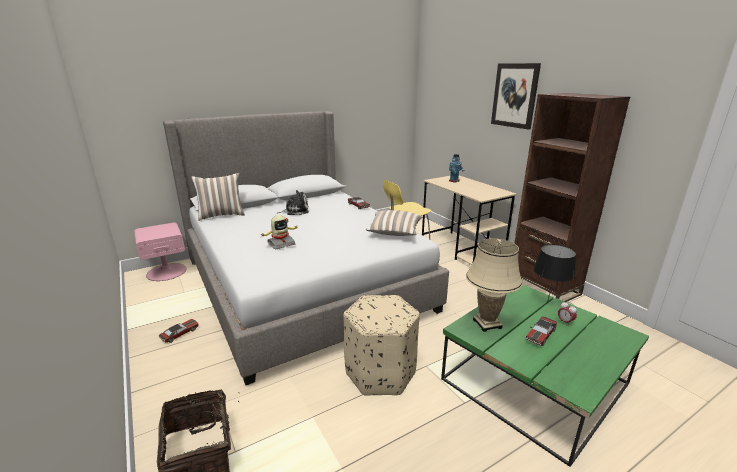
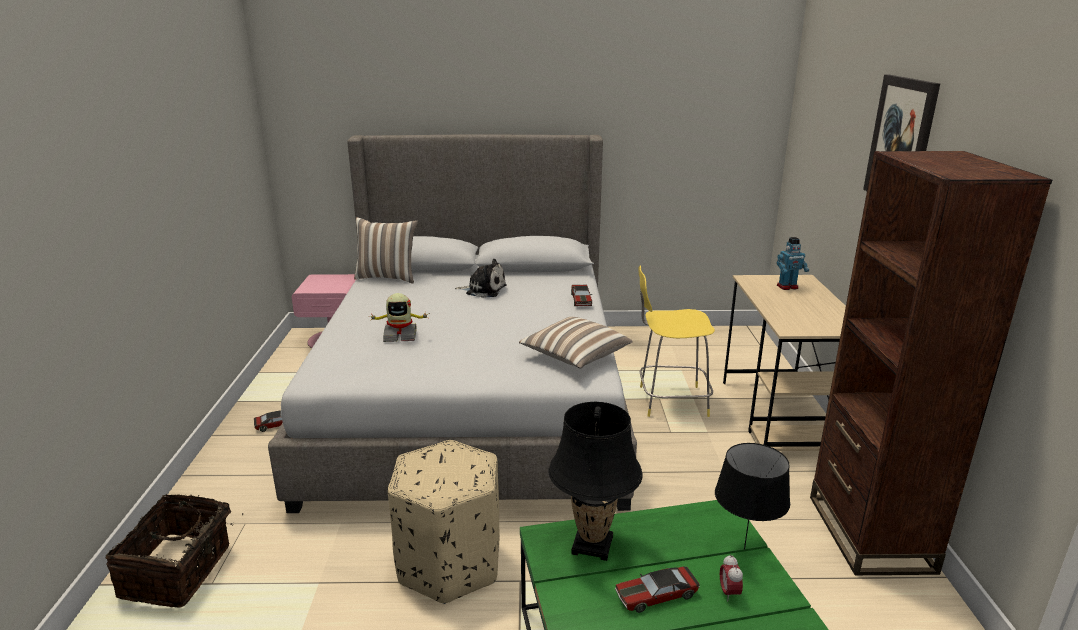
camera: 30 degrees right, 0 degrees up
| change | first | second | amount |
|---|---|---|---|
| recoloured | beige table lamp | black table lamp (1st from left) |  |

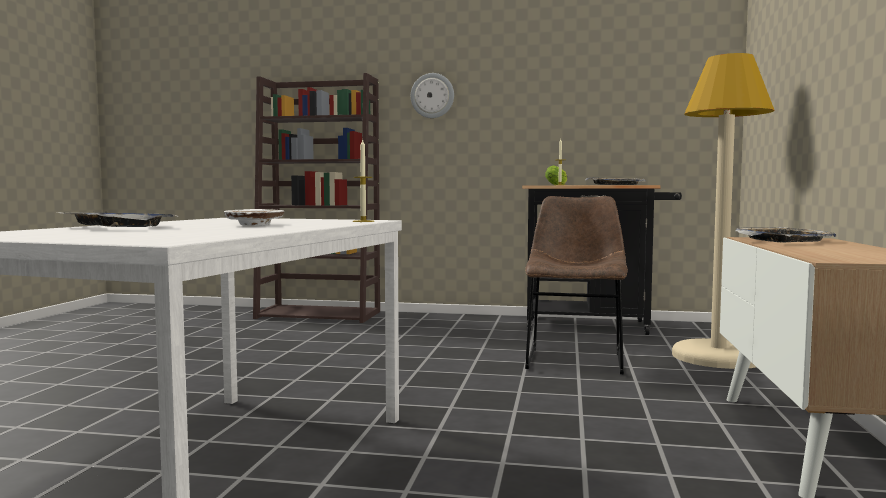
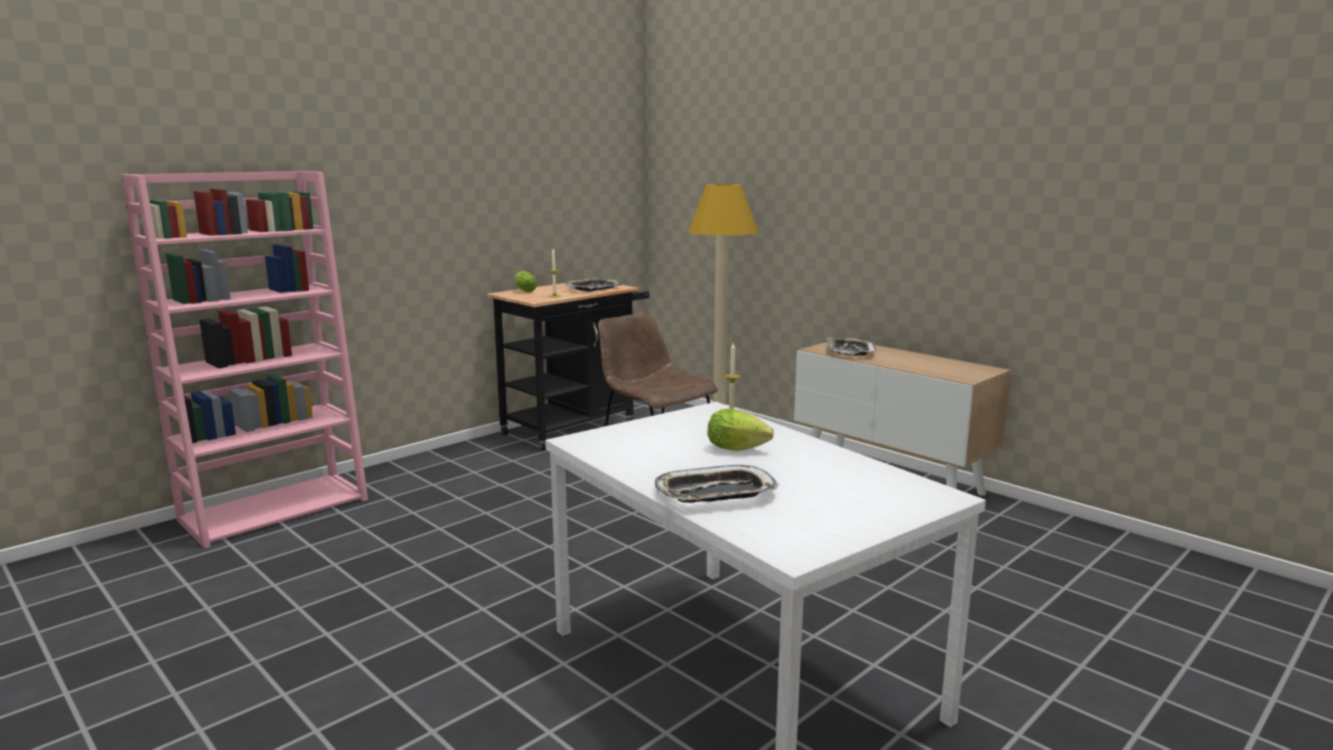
camera: 55 degrees left, 10 degrees up
| change | first | second | amount |
|---|---|---|---|
| replaced | white plate | lettuce (2nd from left) |  |
| recoloured | brown bookcase | pink bookcase |  |
| removed | wall clock |  |  |

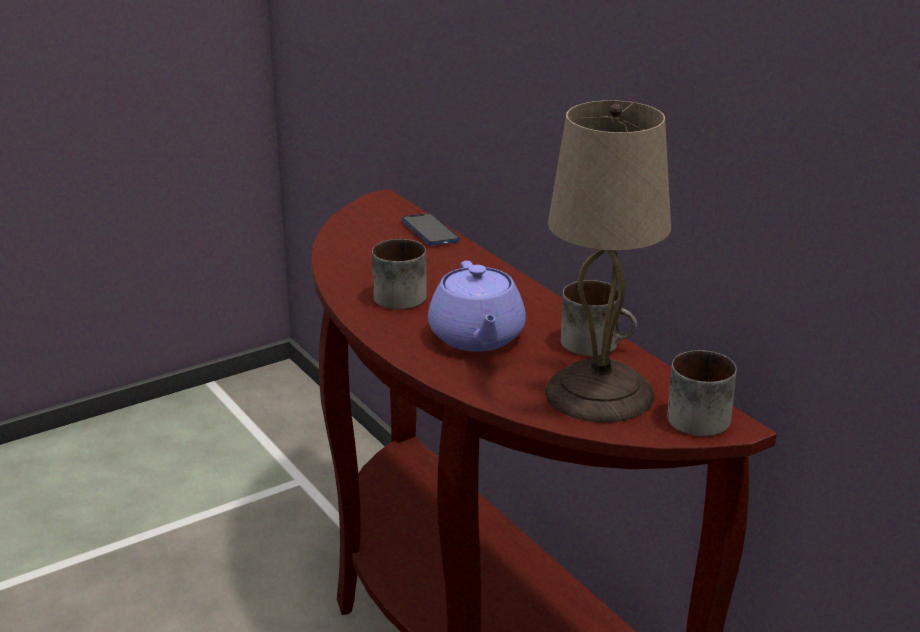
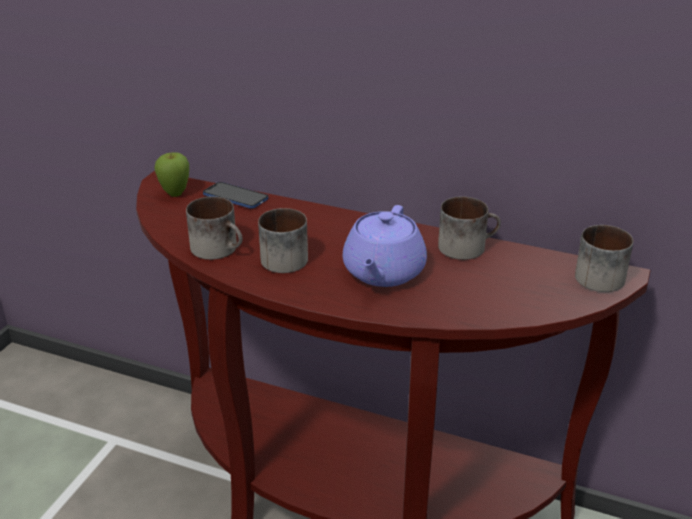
camera: 35 degrees left, 5 degrees up
| change | first | second | amount |
|---|---|---|---|
| turned | purple teapot |  | 60 degrees clockwise |
| removed | beige table lamp |  |  |
| added |  | apple |  |
| added |  | mug (1st from left) |  |

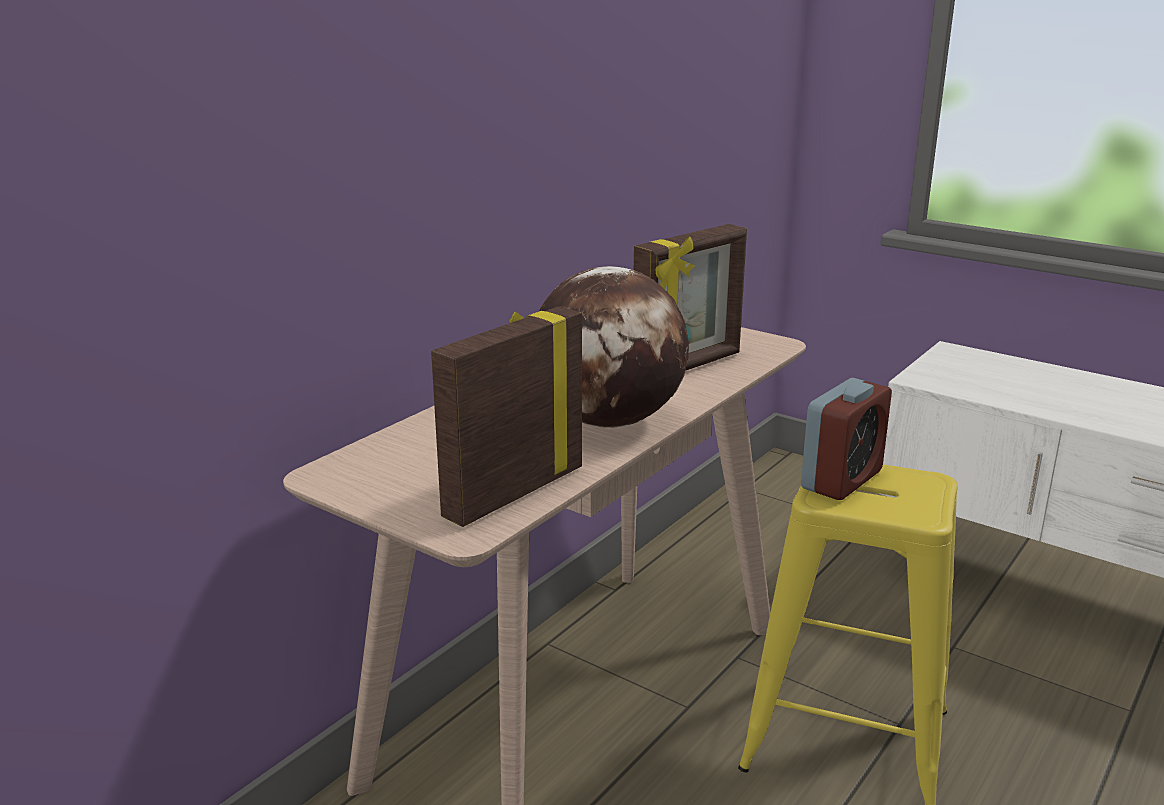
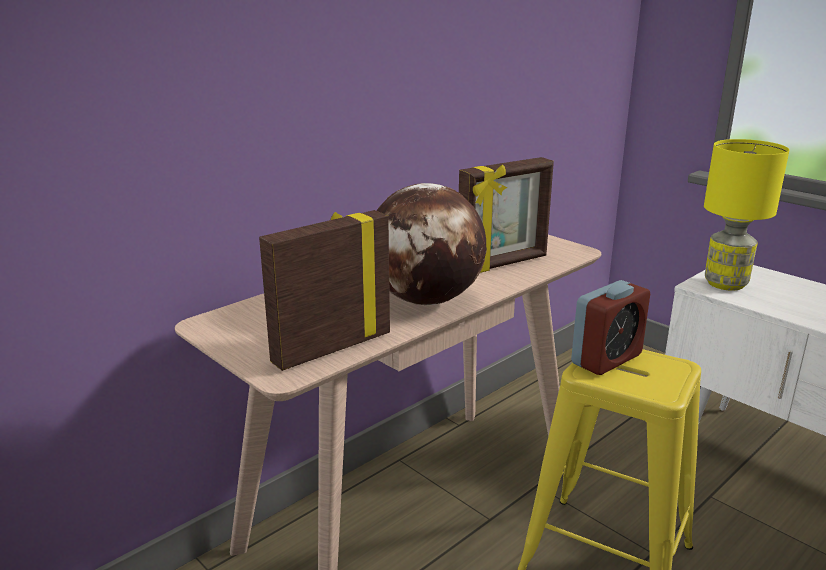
camera: 10 degrees right, 0 degrees up
| change | first | second | amount |
|---|---|---|---|
| added |  | yellow table lamp |  |

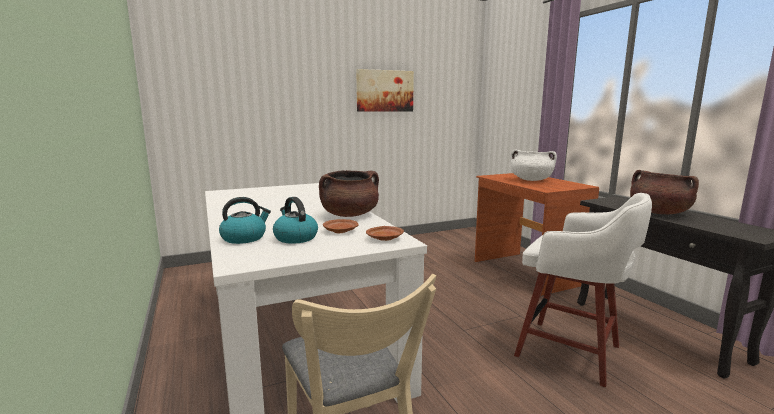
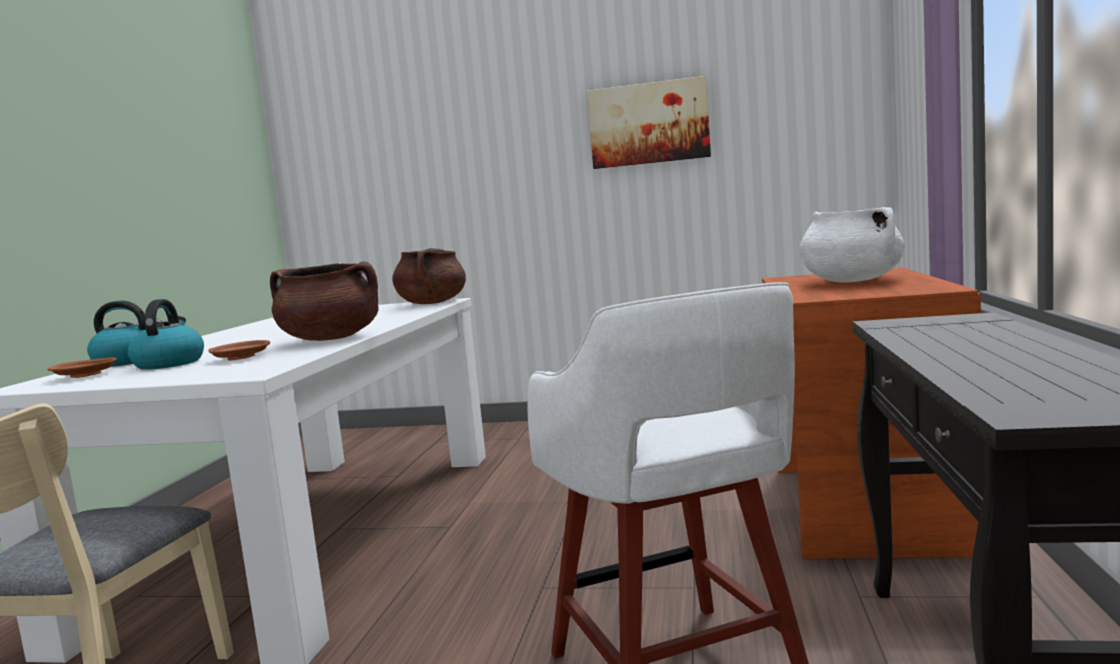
camera: 35 degrees right, 5 degrees down
| change | first | second | amount |
|---|---|---|---|
| moved | brown plate (2nd from left in the first image) | brown plate (1st from left) |  |
| moved | brown cooking pot (2nd from left) |  |  |

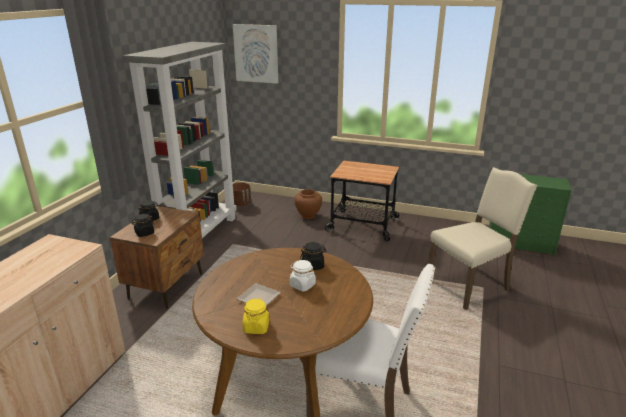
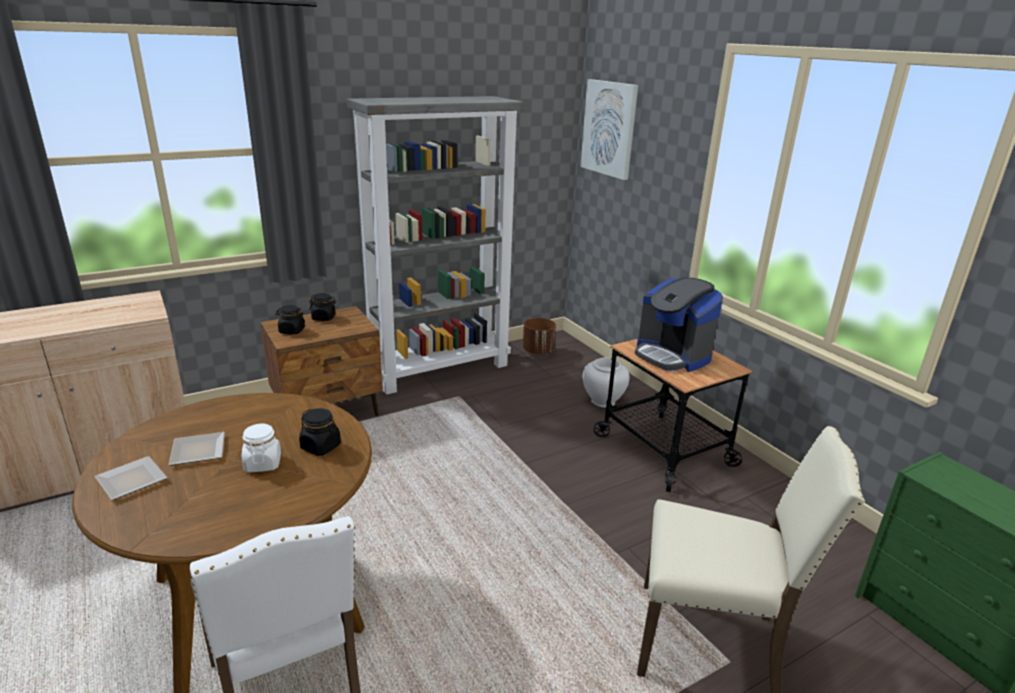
camera: 40 degrees right, 0 degrees up
| change | first | second | amount |
|---|---|---|---|
| replaced | yellow jar | plate (1st from left) |  |
| recoloured | brown vase | white vase |  |
| added |  | coffee machine |  |

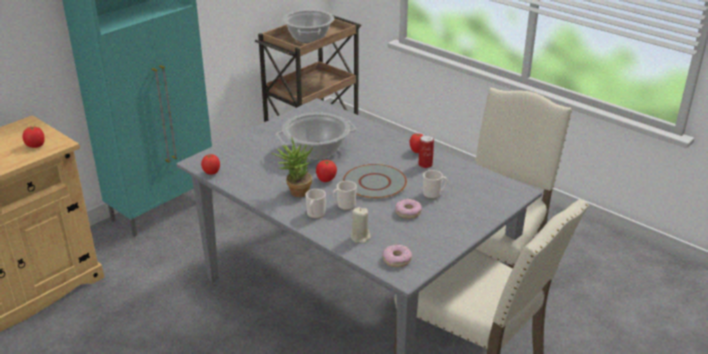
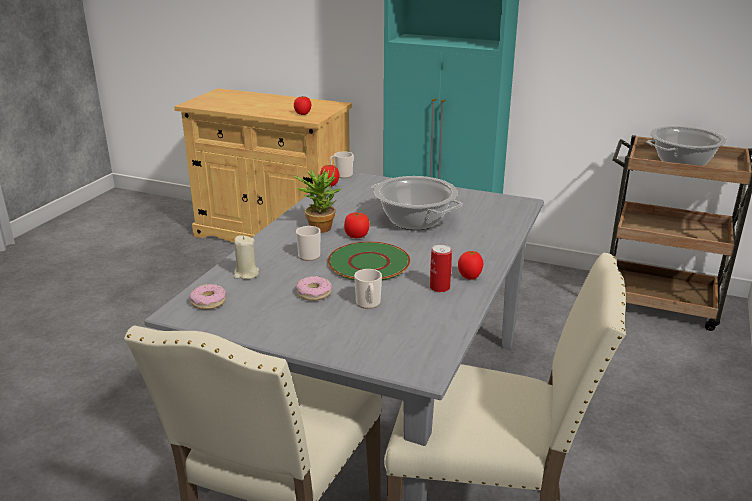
camera: 70 degrees right, 5 degrees down
| change | first | second | amount |
|---|---|---|---|
| moved | mug (1st from left in the first image) | mug (2nd from left) |  |
| recoloured | grey plate | green plate |  |

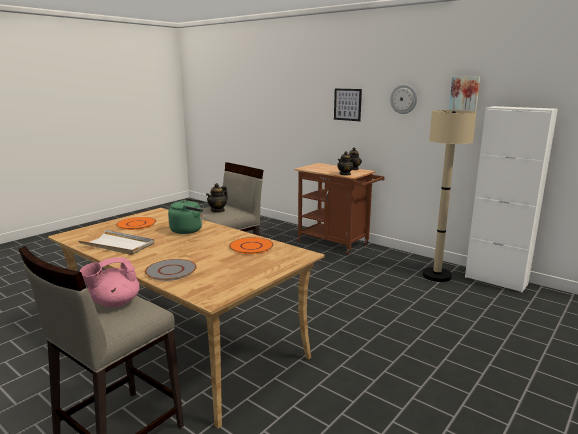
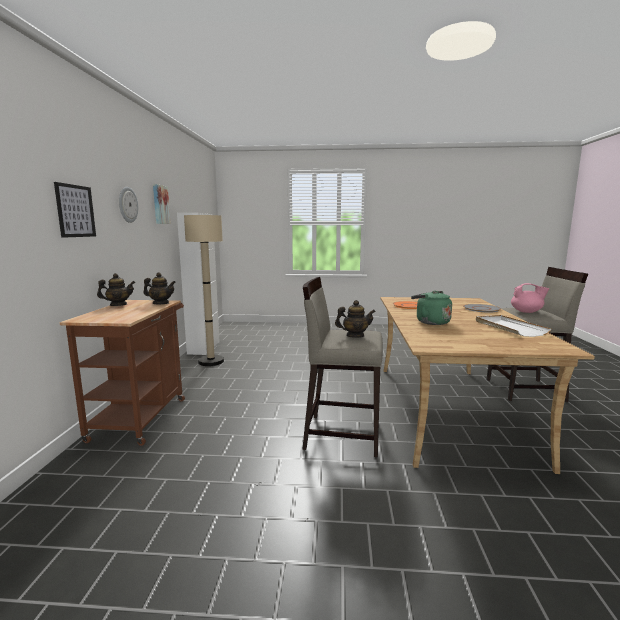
camera: 125 degrees left, 5 degrees down
| change | first | second | amount |
|---|---|---|---|
| removed | orange plate (1st from left) |  |  |

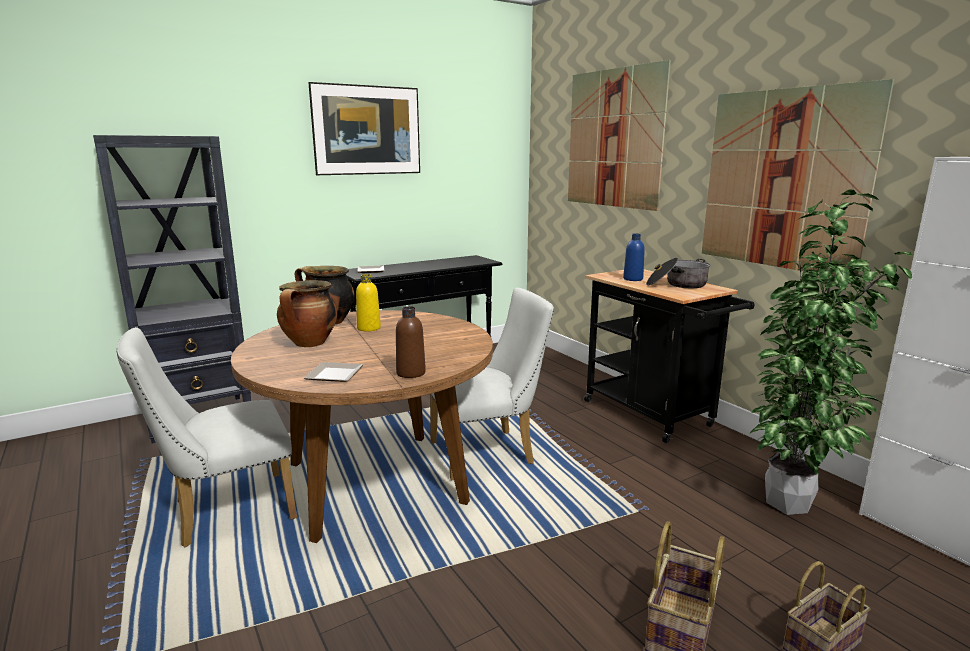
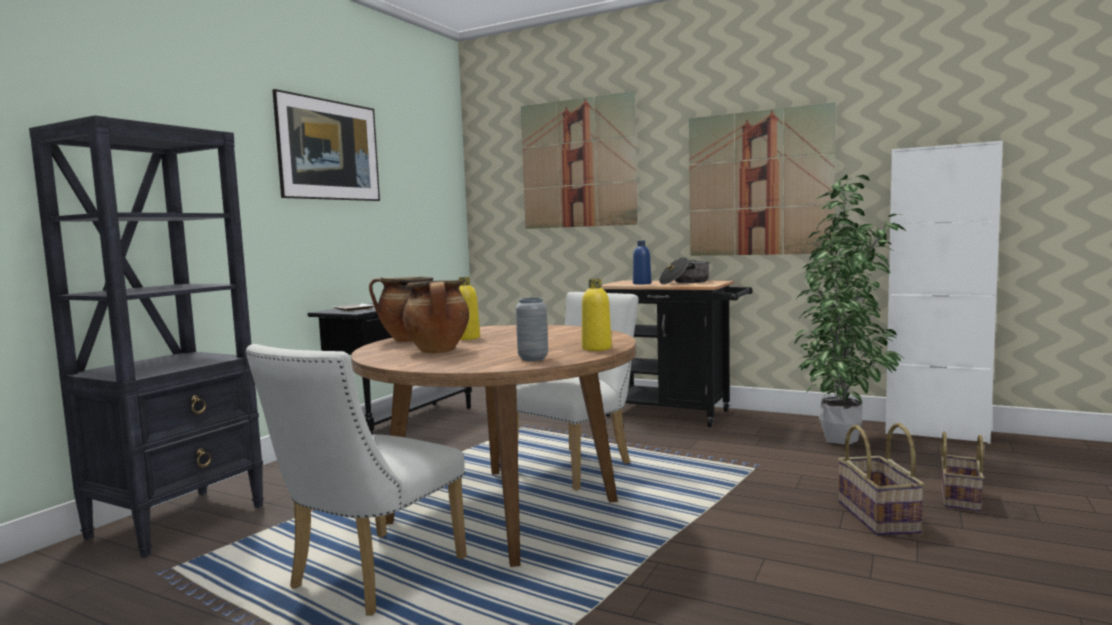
camera: 30 degrees left, 10 degrees down
| change | first | second | amount |
|---|---|---|---|
| replaced | plate (1st from left) | grey vase |  |
| recoloured | brown bottle | yellow bottle (2nd from left) |  |

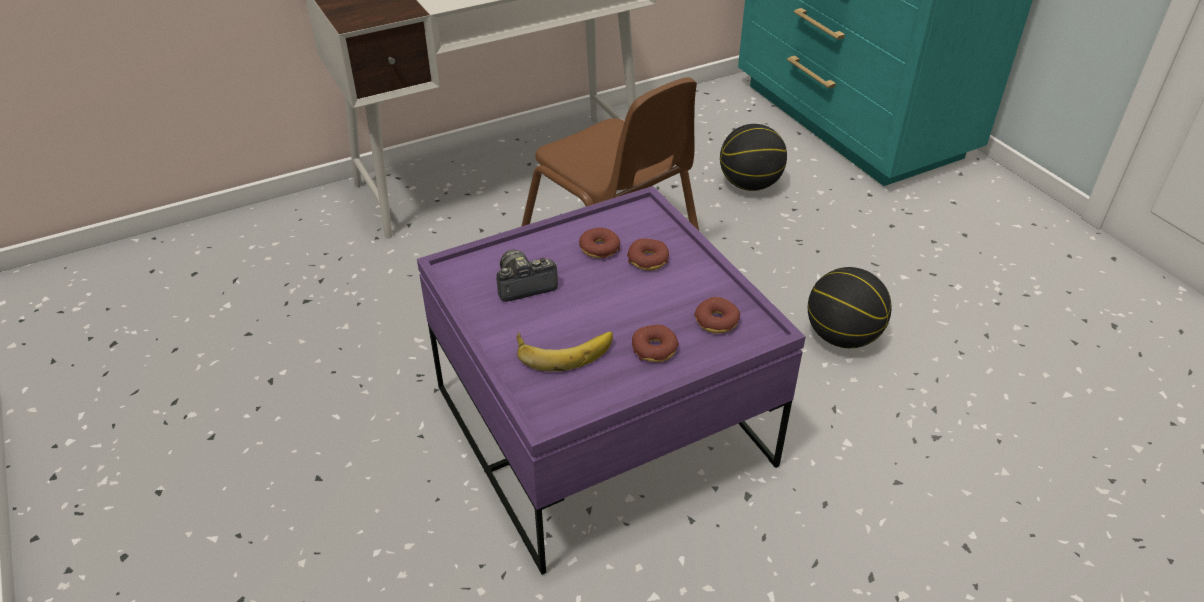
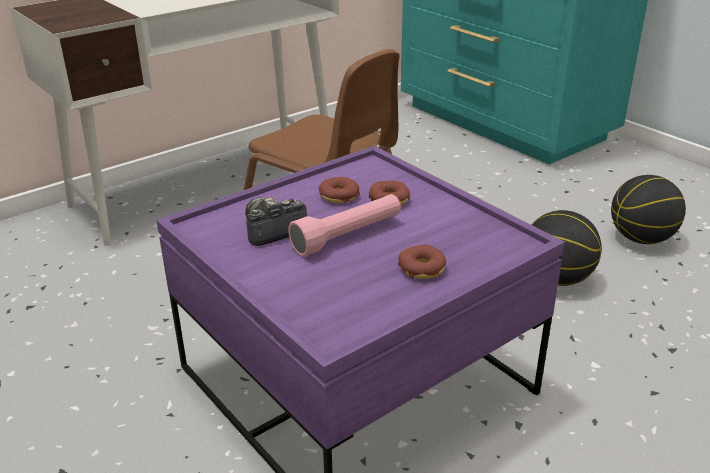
camera: 10 degrees left, 10 degrees down
| change | first | second | amount |
|---|---|---|---|
| removed | banana |  |  |
| removed | donut (4th from left) |  |  |
| moved | basketball (1st from left in the first image) | basketball (2nd from left) |  |
| added |  | pink flashlight |  |

